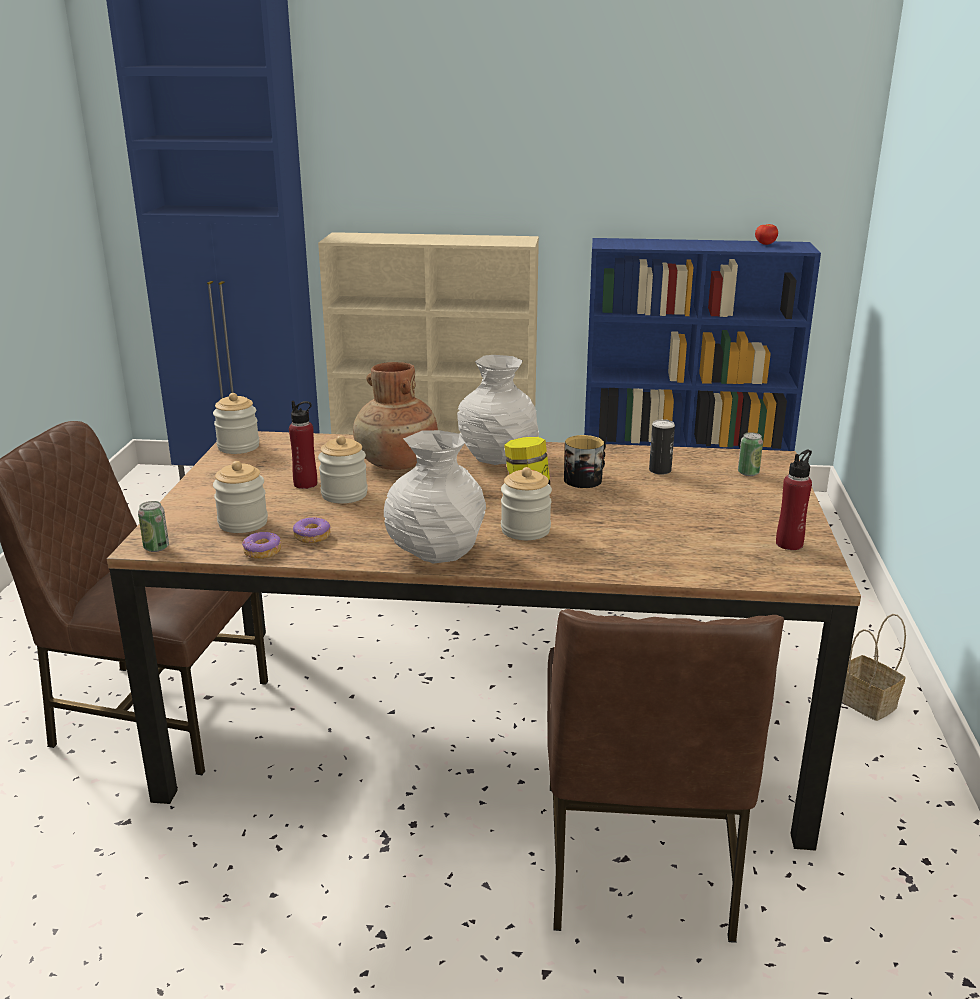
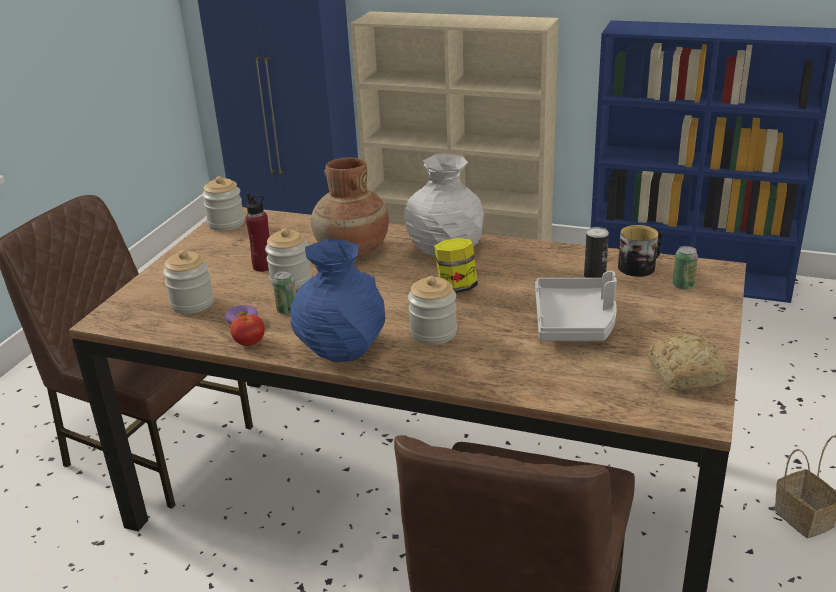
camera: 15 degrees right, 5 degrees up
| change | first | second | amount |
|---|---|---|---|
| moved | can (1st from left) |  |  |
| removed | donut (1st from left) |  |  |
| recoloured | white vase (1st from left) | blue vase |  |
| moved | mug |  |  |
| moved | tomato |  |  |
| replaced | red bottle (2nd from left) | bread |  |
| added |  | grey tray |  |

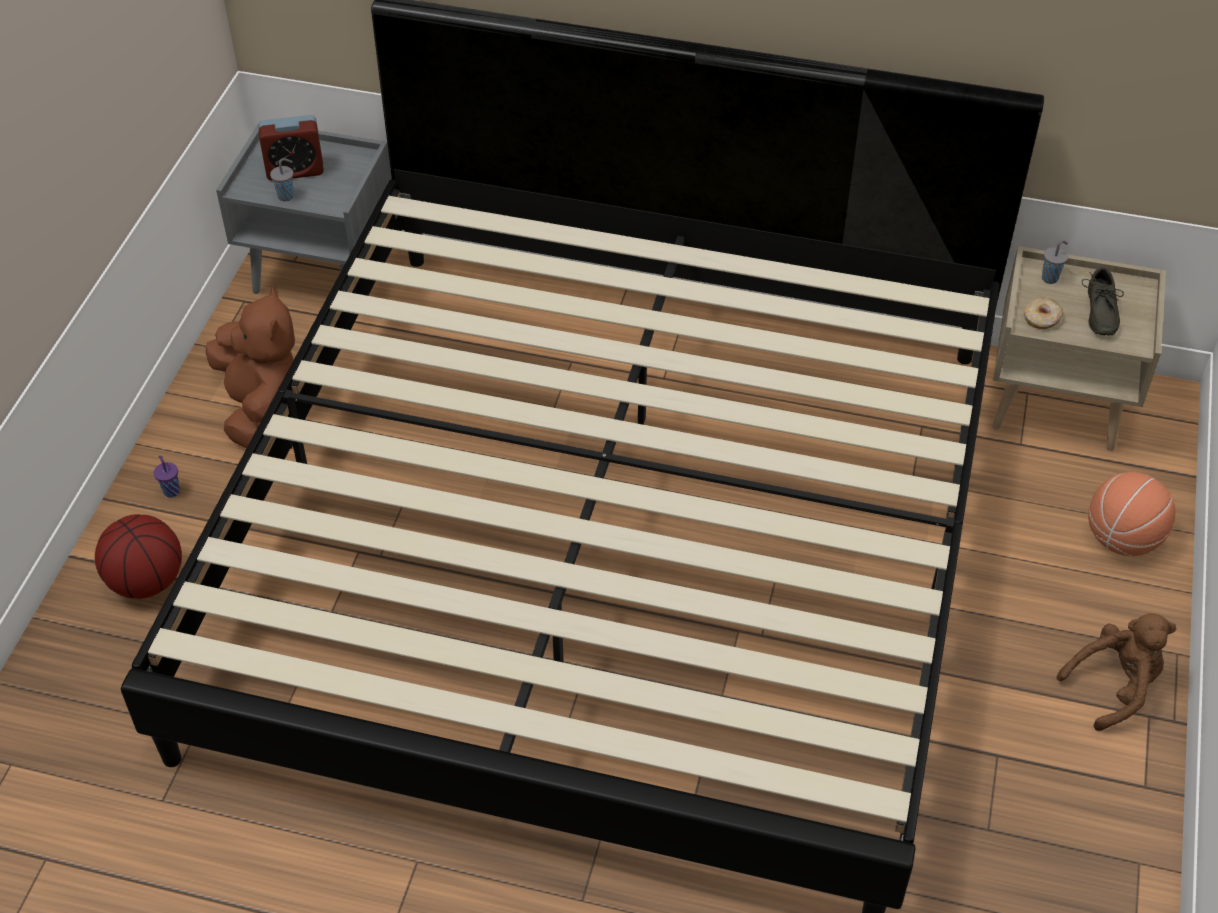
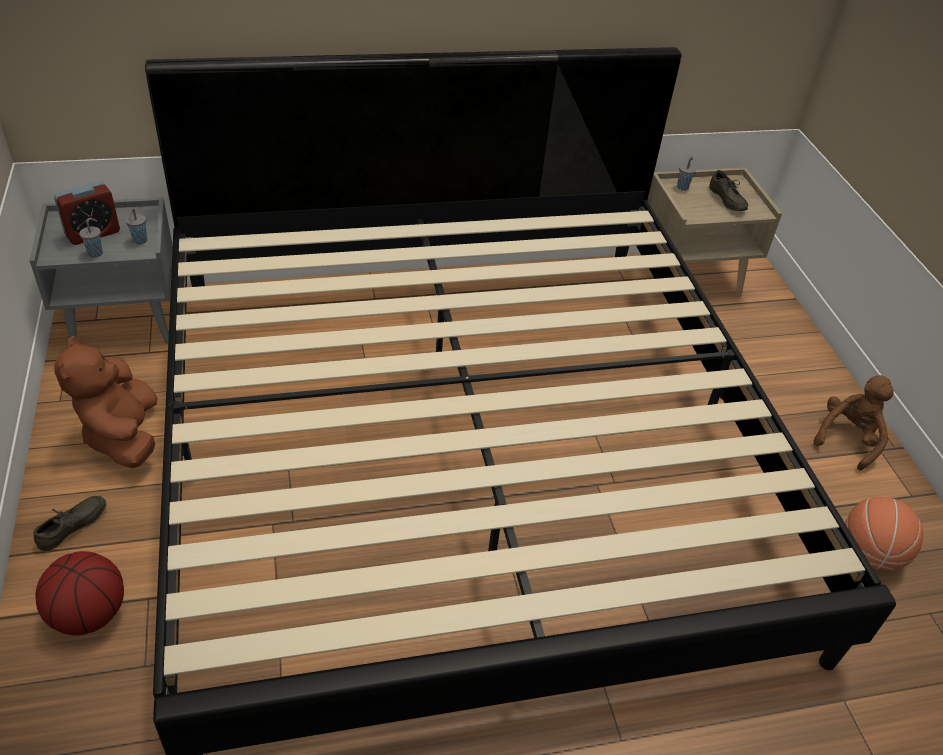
camera: 30 degrees left, 5 degrees down
| change | first | second | amount |
|---|---|---|---|
| replaced | purple cup | grey shoe (1st from left) |  |
| turned | brown plush toy (1st from left) |  | 150 degrees counterclockwise |
| removed | donut |  |  |
| moved | basketball (2nd from left) |  |  |
| added |  | grey cup (2nd from left) |  |

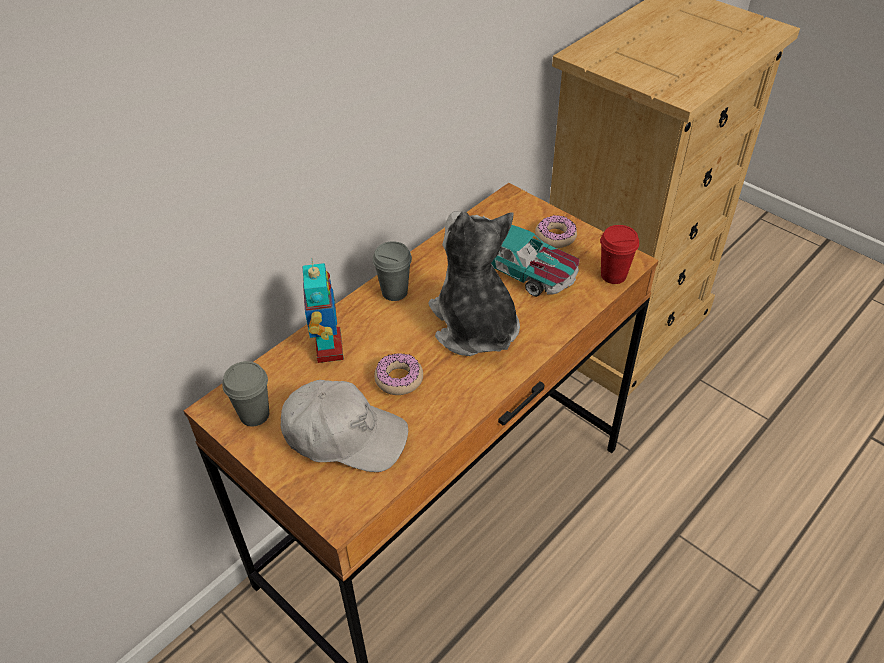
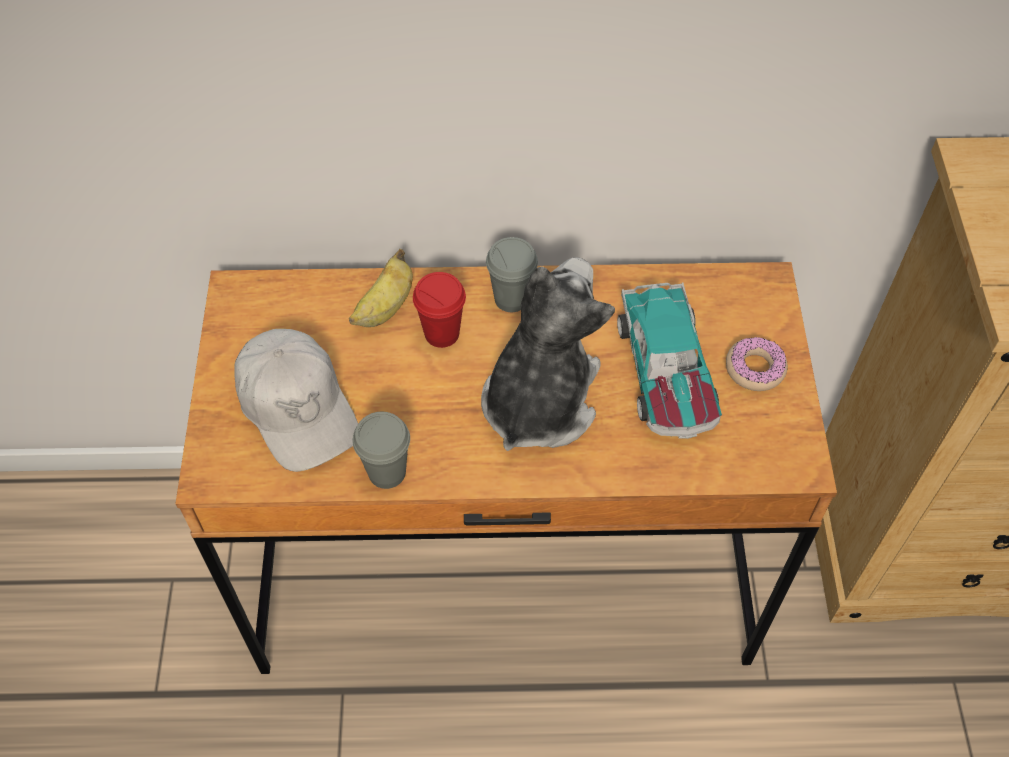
camera: 45 degrees right, 10 degrees up
| change | first | second | amount |
|---|---|---|---|
| moved | grey cup (1st from left) |  |  |
| replaced | toy robot | banana |  |
| removed | donut (1st from left) |  |  |
| moved | red cup |  |  |

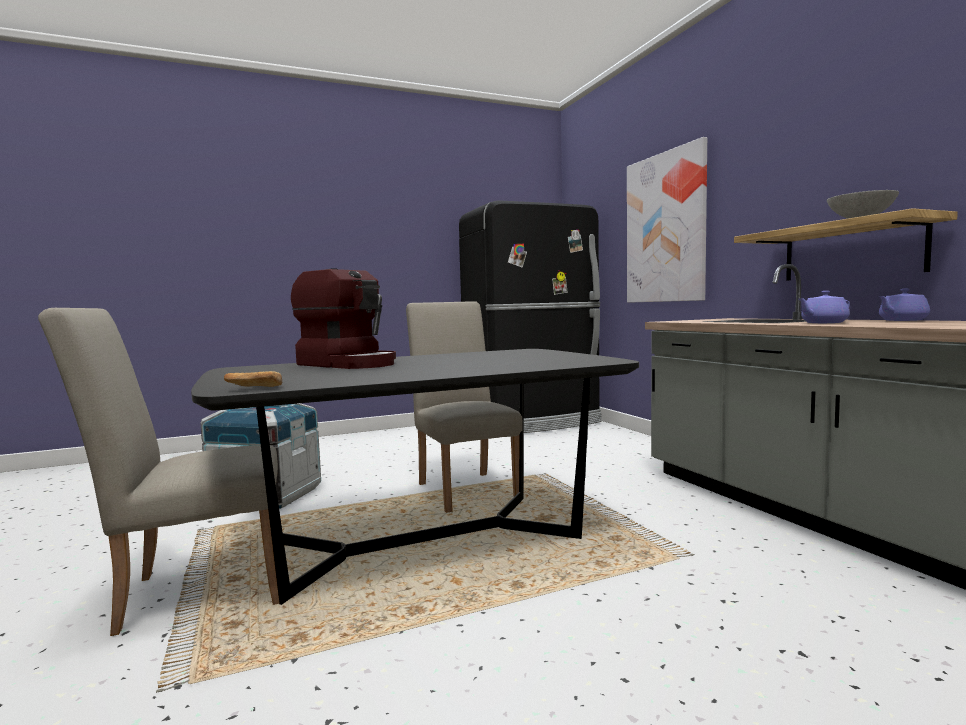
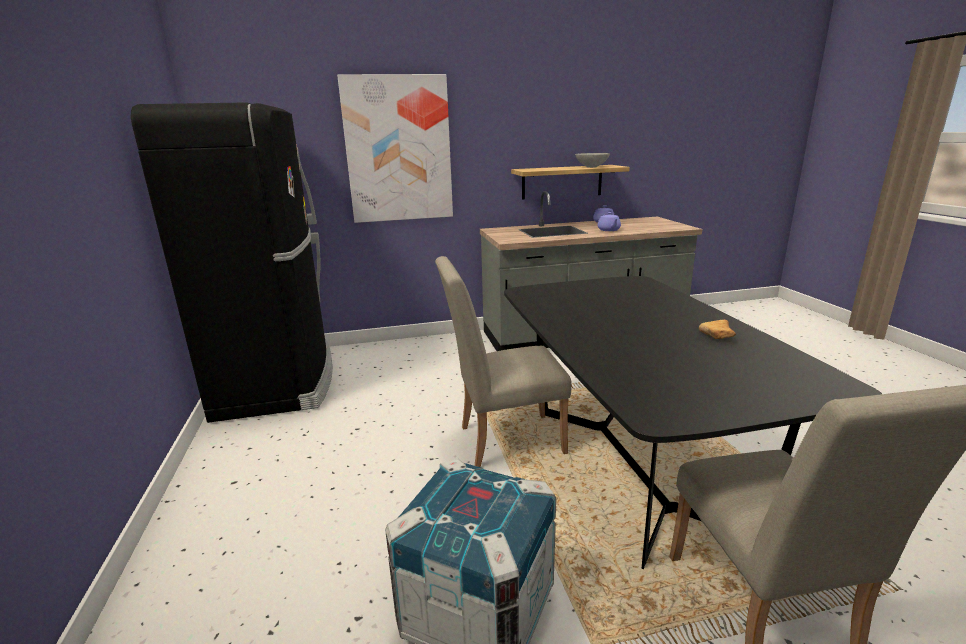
camera: 80 degrees left, 15 degrees up
| change | first | second | amount |
|---|---|---|---|
| moved | bread |  |  |
| removed | coffee machine |  |  |

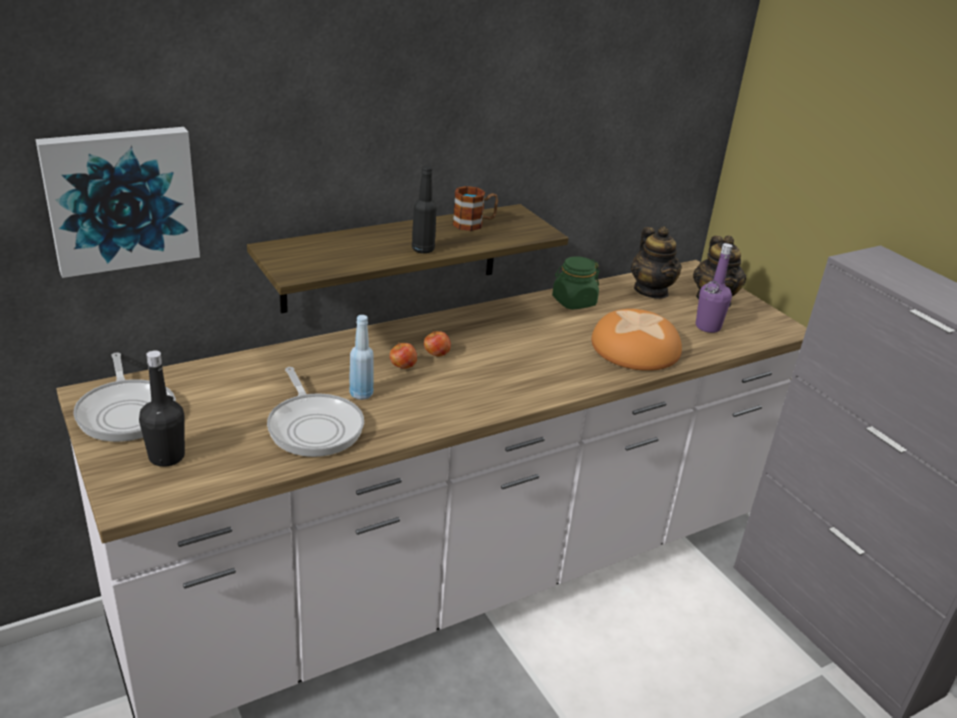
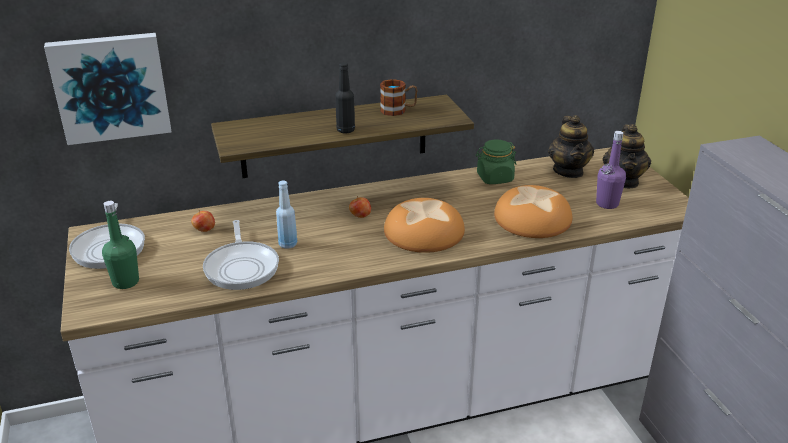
camera: 15 degrees right, 0 degrees up
| change | first | second | amount |
|---|---|---|---|
| recoloured | black bottle (1st from left) | green bottle |  |
| moved | apple (1st from left) |  |  |
| added |  | bread (1st from left) |  |

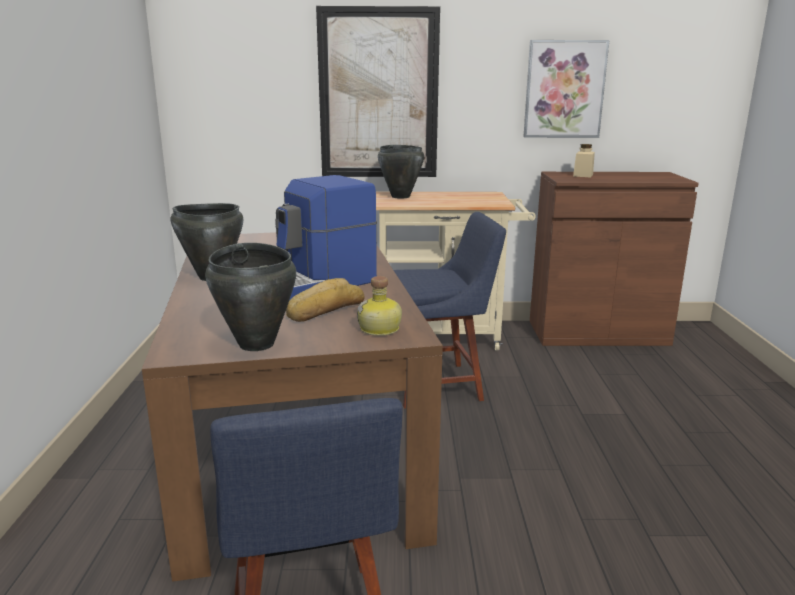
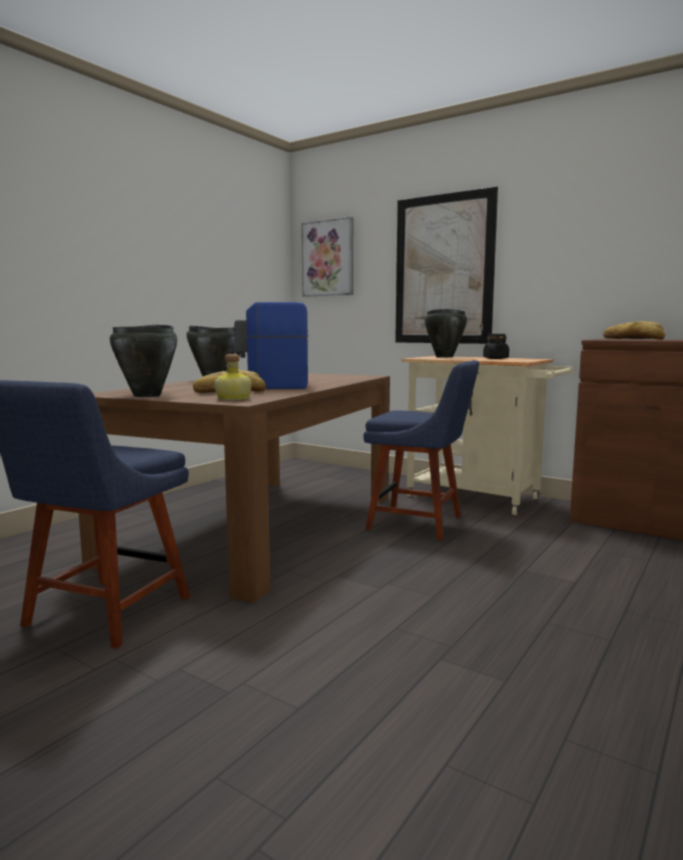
camera: 35 degrees right, 10 degrees down
| change | first | second | amount |
|---|---|---|---|
| moved | picture (2nd from left in the first image) | picture (1st from left) |  |
| replaced | beige jar | bread (2nd from left) |  |
| added |  | black jar |  |

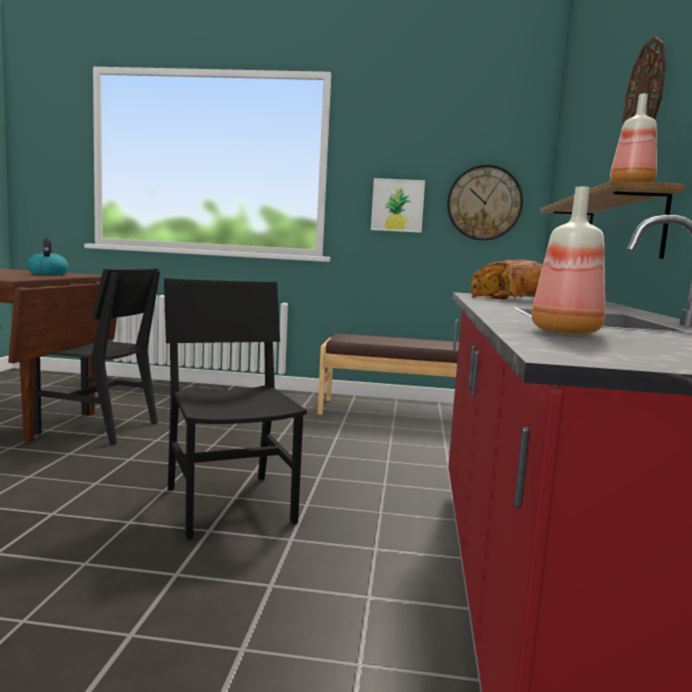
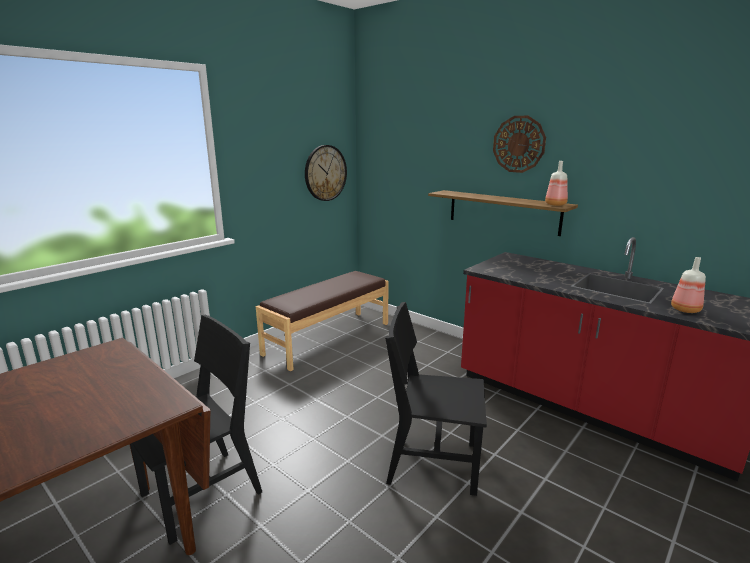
camera: 55 degrees left, 10 degrees up
| change | first | second | amount |
|---|---|---|---|
| removed | kettle |  |  |
| removed | picture |  |  |
| removed | bread |  |  |

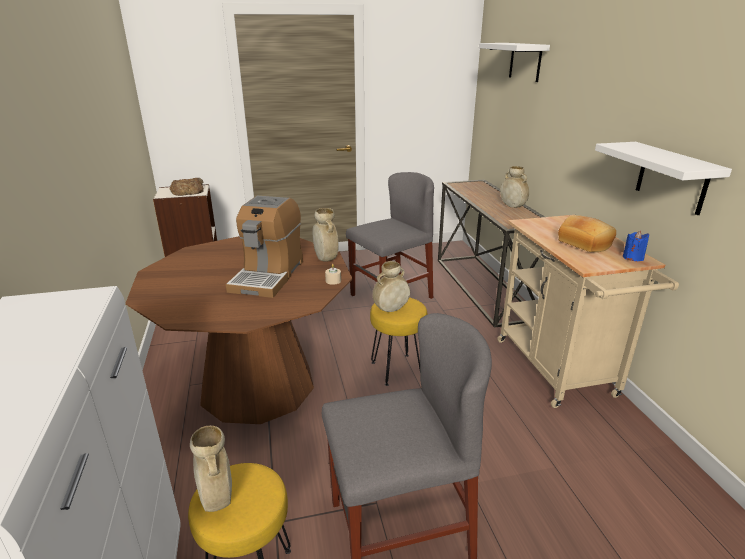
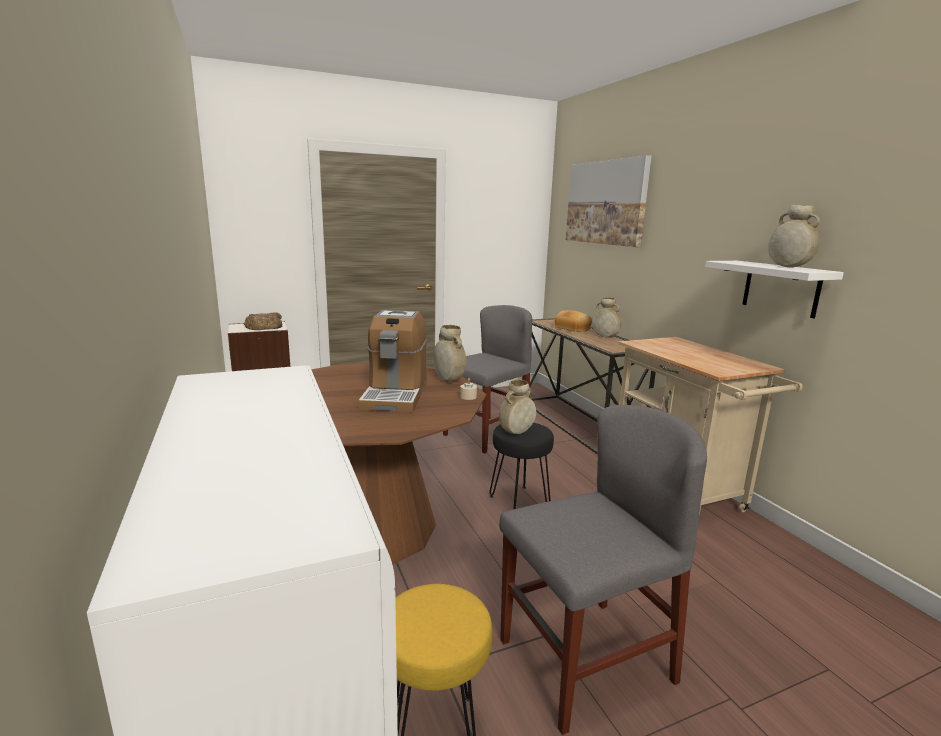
camera: 10 degrees left, 10 degrees down
| change | first | second | amount |
|---|---|---|---|
| moved | beige vase (1st from left in the first image) | beige vase (4th from left) |  |
| recoloured | yellow stool (2nd from left) | black stool |  |
| replaced | white shelf (1st from left) | picture |  |
| moved | bread (2nd from left) |  |  |
| removed | blue candle |  |  |

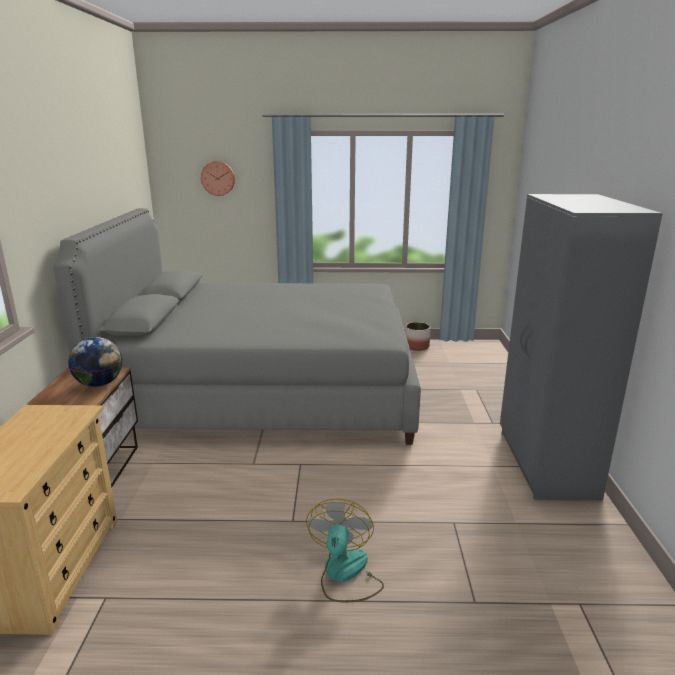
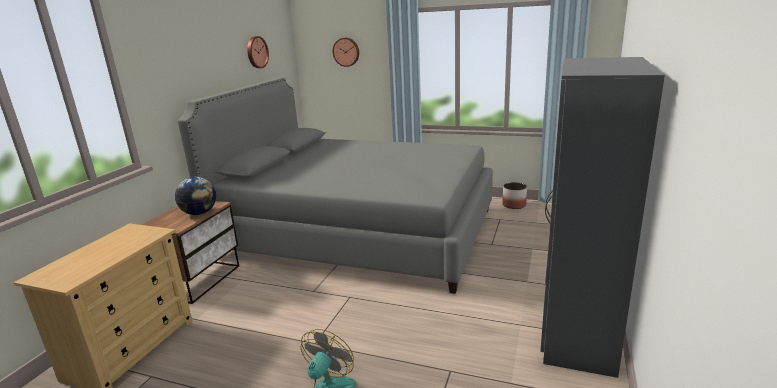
camera: 20 degrees right, 0 degrees up
| change | first | second | amount |
|---|---|---|---|
| added |  | wall clock (1st from left) |  |

